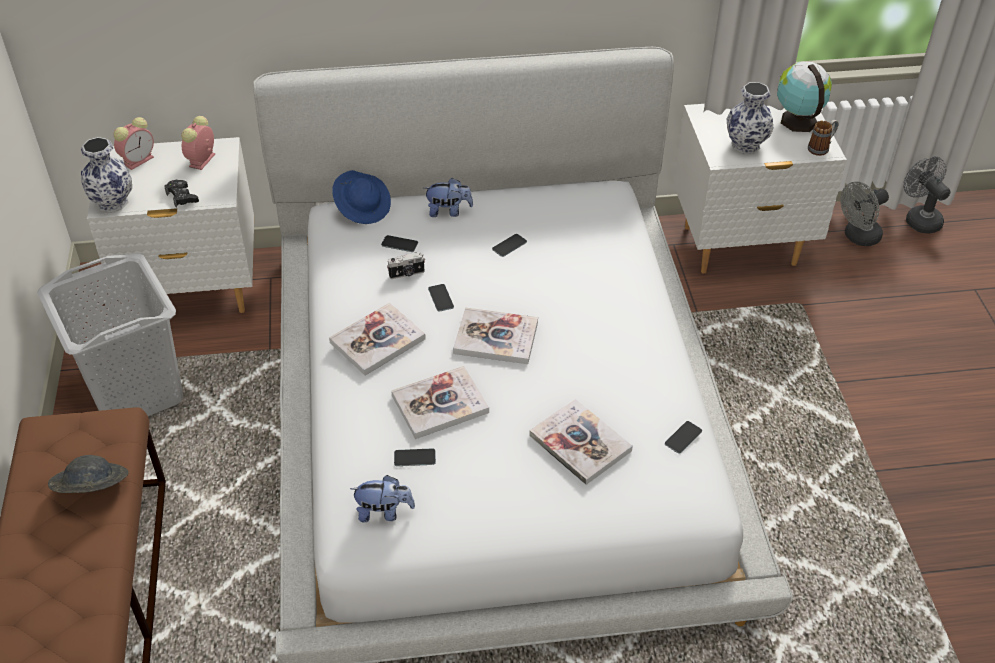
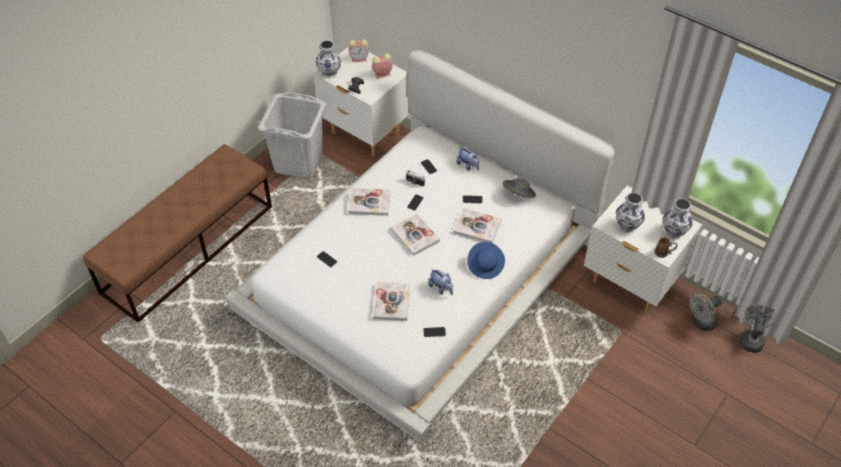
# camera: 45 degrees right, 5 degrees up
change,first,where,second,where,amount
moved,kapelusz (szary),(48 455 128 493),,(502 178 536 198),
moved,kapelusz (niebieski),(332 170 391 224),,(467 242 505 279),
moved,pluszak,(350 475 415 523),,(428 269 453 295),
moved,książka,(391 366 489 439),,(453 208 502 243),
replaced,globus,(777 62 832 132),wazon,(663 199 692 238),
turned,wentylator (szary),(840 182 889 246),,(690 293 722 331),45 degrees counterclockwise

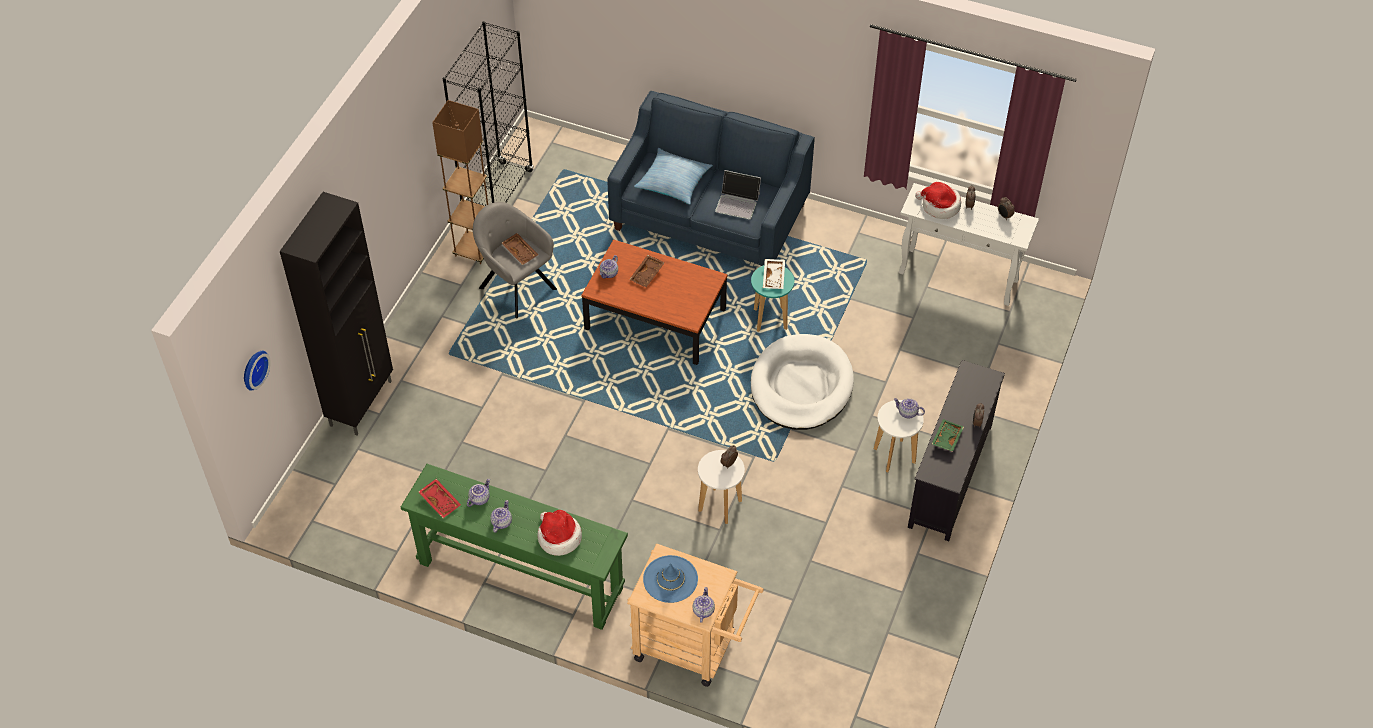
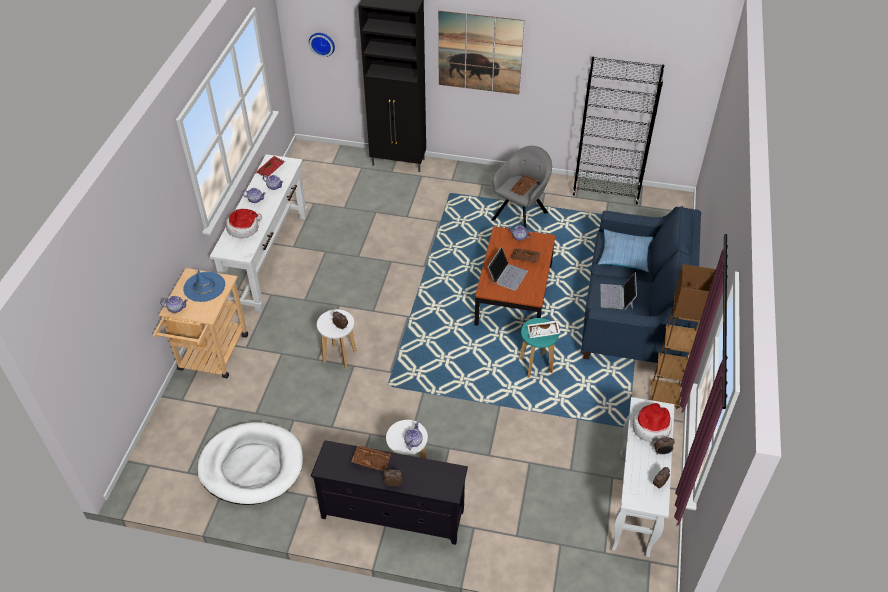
# camera: 80 degrees right, 5 degrees down
change,first,where,second,where,amount
added,,,obraz,(438 11 524 95),
added,,,laptop,(488 247 528 291),
moved,lampa stojąca (brązowy),(432 100 488 264),,(650 264 716 409),
moved,legowisko (biały),(751 334 854 430),,(197 422 303 505),
recoloured,stolik konsolowy (zielony),(401 464 628 630),stolik konsolowy (biały),(210 154 307 312),
recoloured,taca (zielony),(932 419 964 452),taca (brązowy),(351 445 391 471),

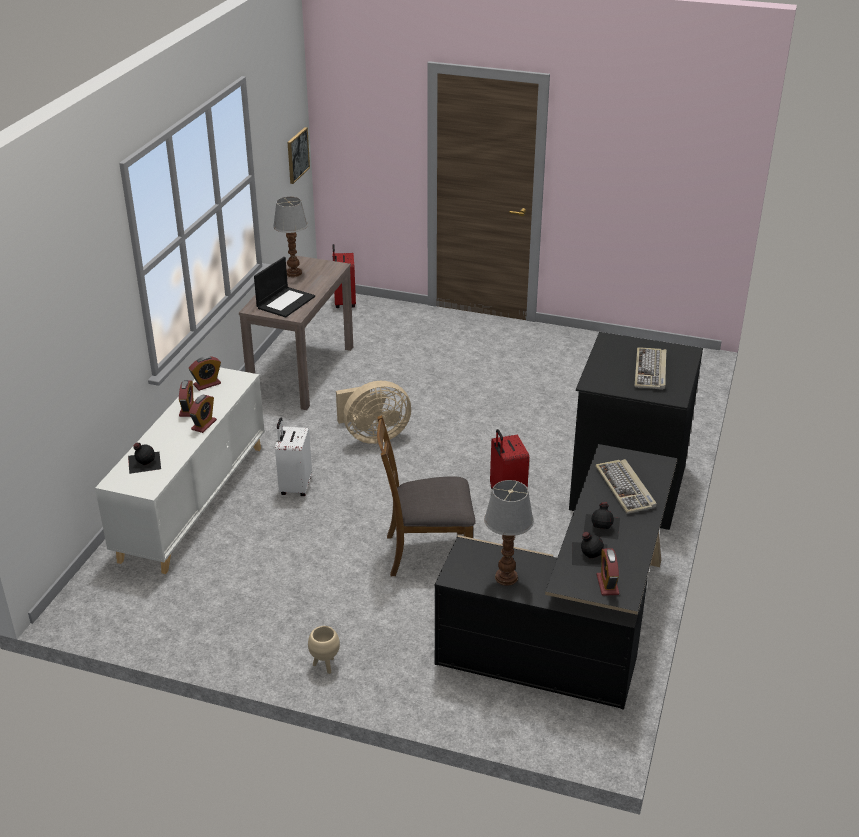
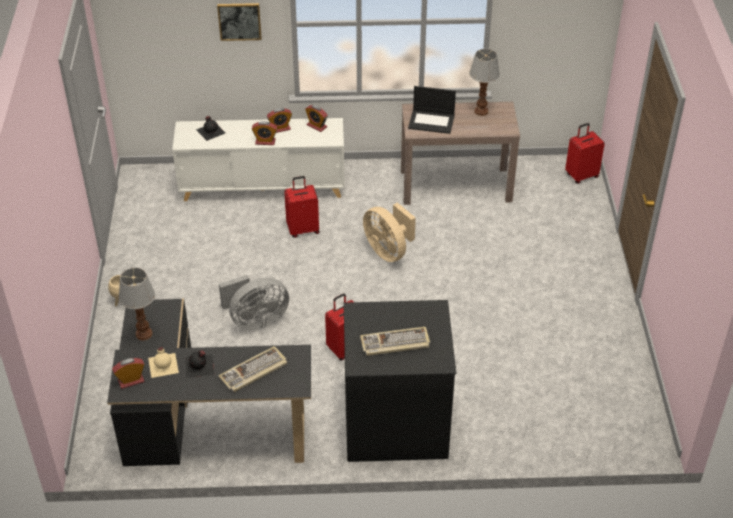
# camera: 70 degrees right, 10 degrees up
change,first,where,second,where,amount
moved,obraz,(287 127 310 184),,(217 3 262 41),
replaced,krzesło (brązowy),(377 415 476 576),wentylator (szary),(219 275 289 330),
recoloured,walizka (biały),(275 418 312 496),walizka (czerwony),(284 176 320 238),
recoloured,butelka (czarny),(572 532 608 567),butelka (beżowy),(148 348 179 378),

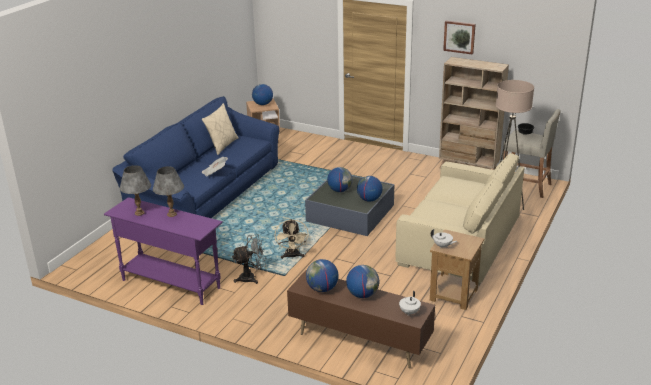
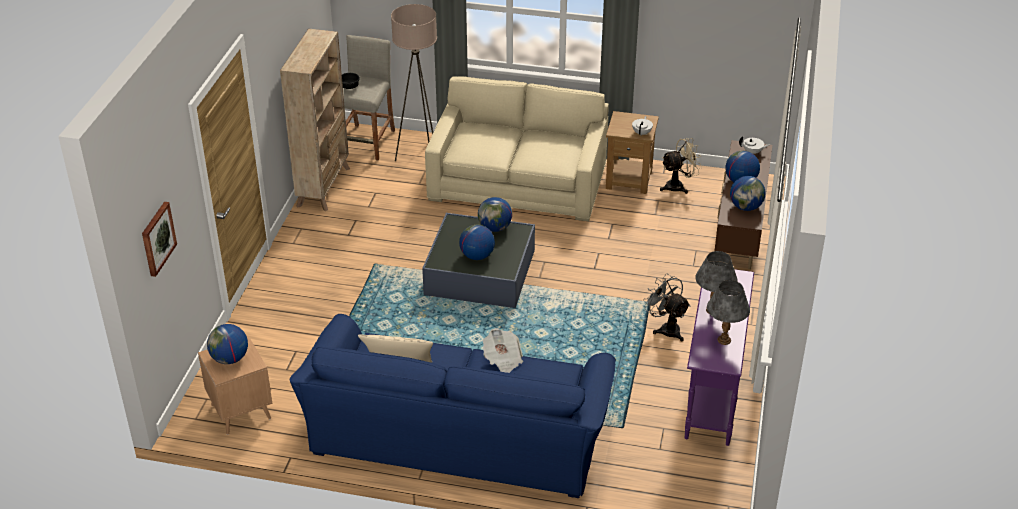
# camera: 105 degrees left, 10 degrees up
change,first,where,second,where,amount
moved,wentylator (beżowy),(275 219 309 259),,(660 138 702 194),
moved,obraz,(443 20 476 55),,(142 202 177 277),

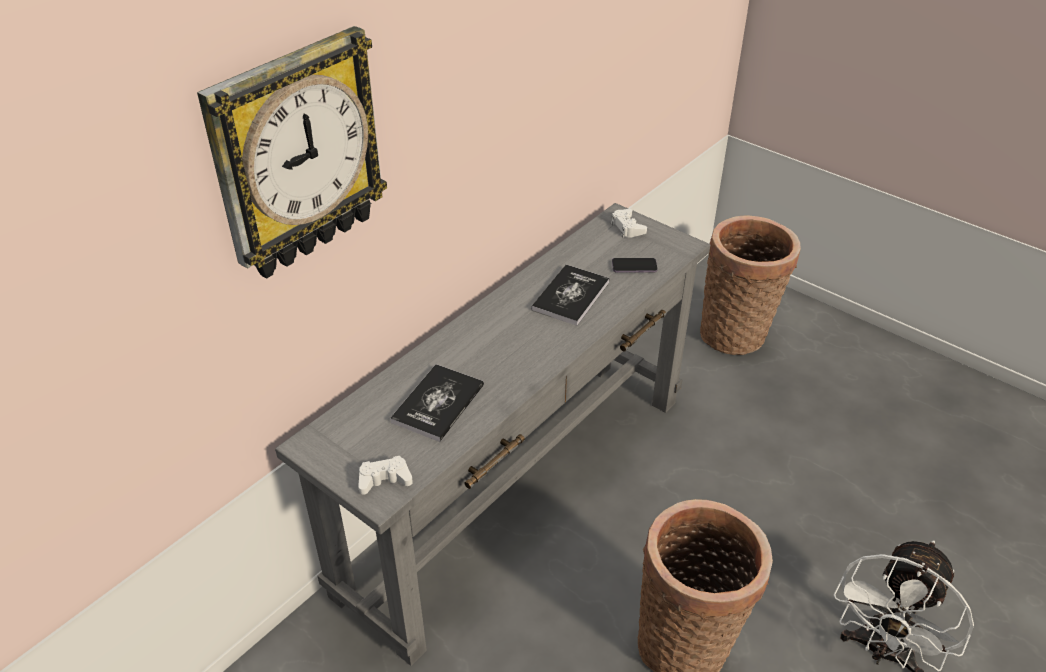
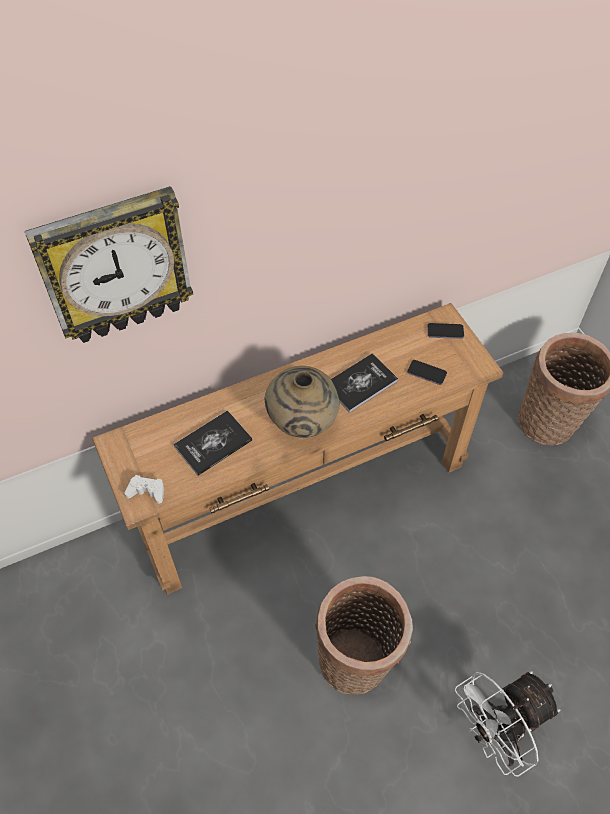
# camera: 25 degrees right, 15 degrees up
change,first,where,second,where,amount
added,,,wazon (beżowy),(265 366 340 438),
replaced,pad do gier (biały),(611 209 647 238),telefon,(427 323 464 339),
recoloured,stolik konsolowy (szary),(275 203 710 666),stolik konsolowy (brązowy),(92 303 504 594),

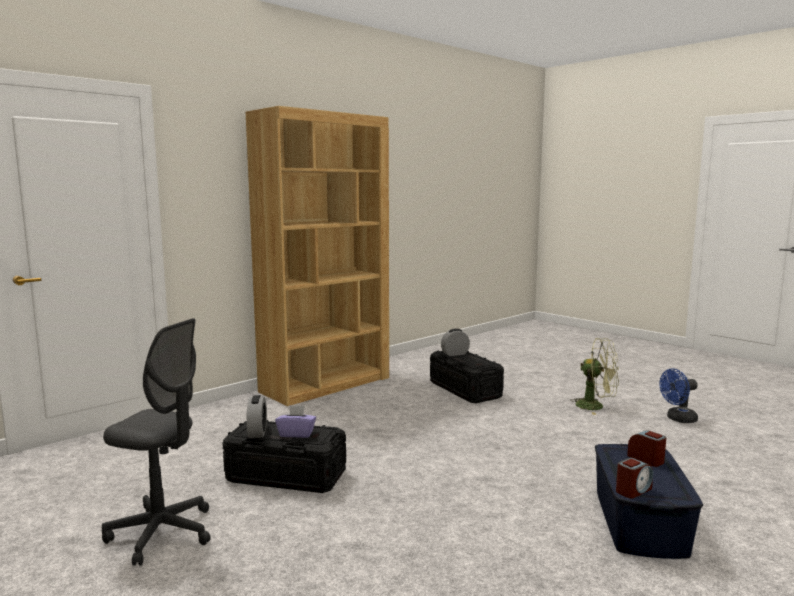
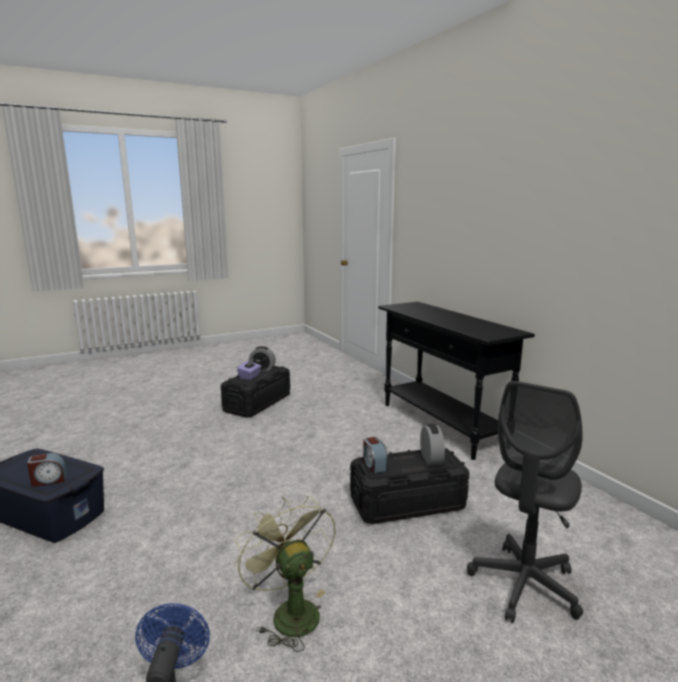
# camera: 105 degrees right, 5 degrees up
change,first,where,second,where,amount
moved,krzesło biurowe (szary),(102 318 211 566),,(467 381 583 623),
moved,budzik,(616 458 653 499),,(363 437 388 474),
replaced,regał (brązowy),(245 106 389 406),stolik konsolowy (czarny),(378 302 535 460),
turned,wentylator (zielony),(570 338 619 415),,(235 495 335 652),105 degrees clockwise

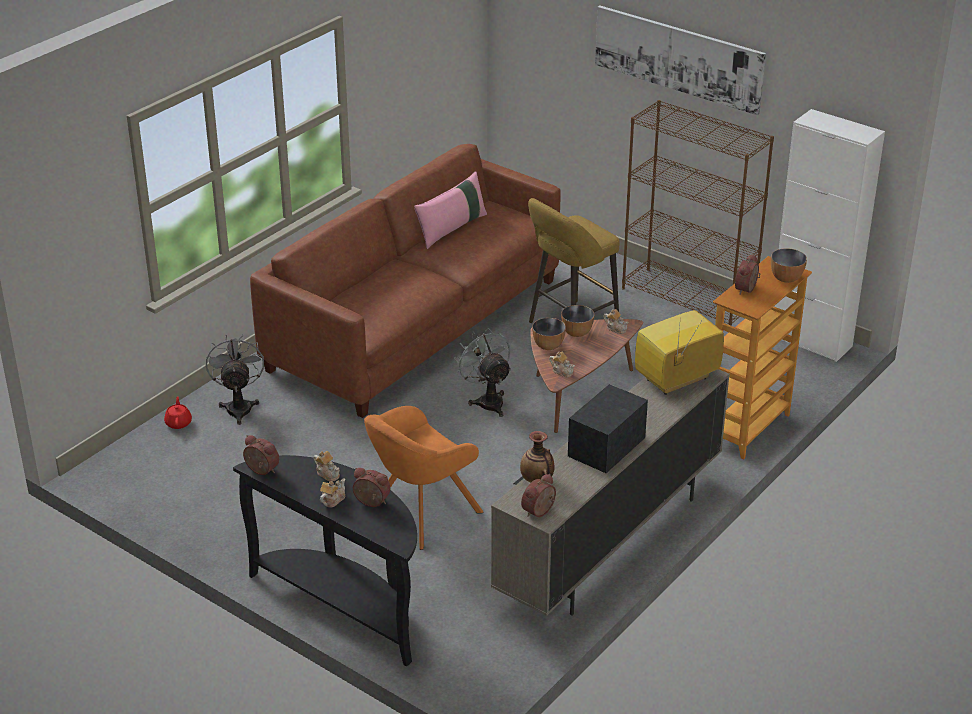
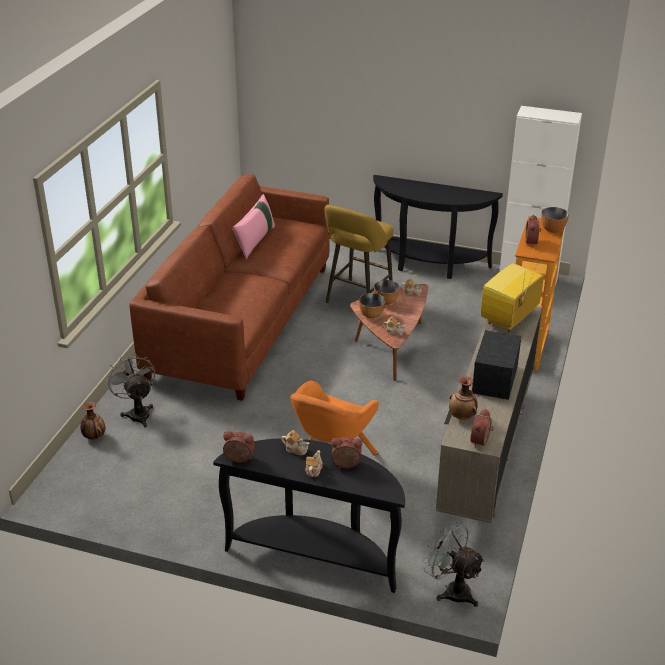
# camera: 20 degrees left, 0 degrees up
change,first,where,second,where,amount
removed,obraz,(595 6 766 115),,,
moved,wentylator (szary),(454 328 511 417),,(422 521 485 607),
replaced,imbryk (czerwony),(164 396 192 429),wazon,(80 402 106 439),
replaced,regał (brązowy),(622 100 774 326),stolik konsolowy (czarny),(373 175 503 279),

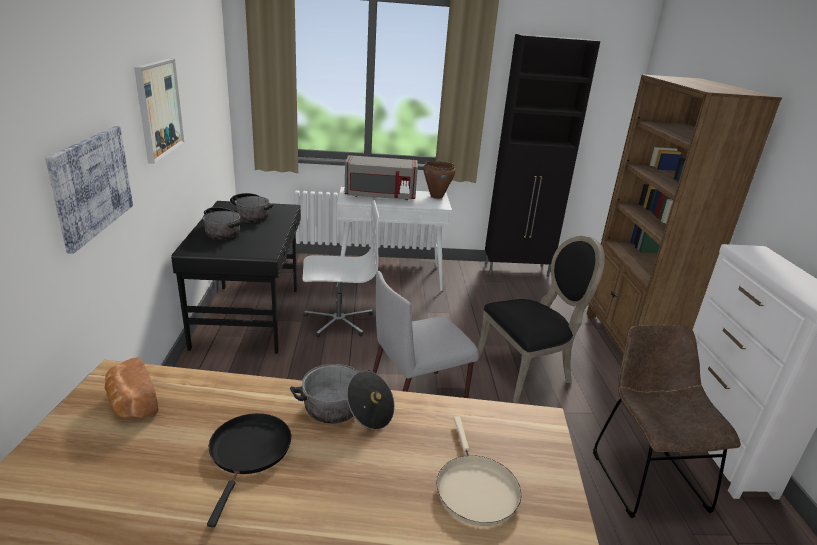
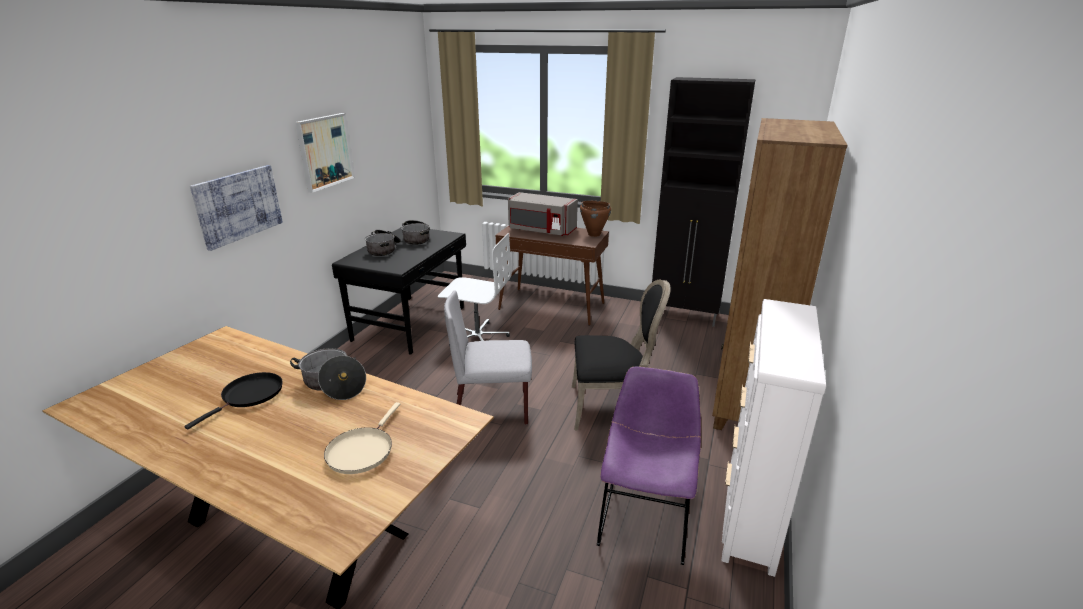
# camera: 25 degrees right, 0 degrees up
change,first,where,second,where,amount
removed,chleb,(105 357 159 419),,,
recoloured,stolik konsolowy (biały),(337 187 452 291),stolik konsolowy (brązowy),(496 226 609 326),
recoloured,krzesło (brązowy),(593 325 741 518),krzesło (fioletowy),(597 366 701 565),

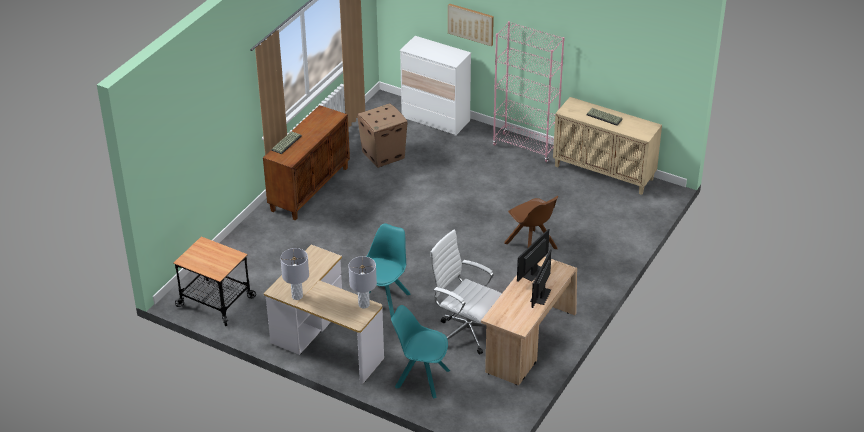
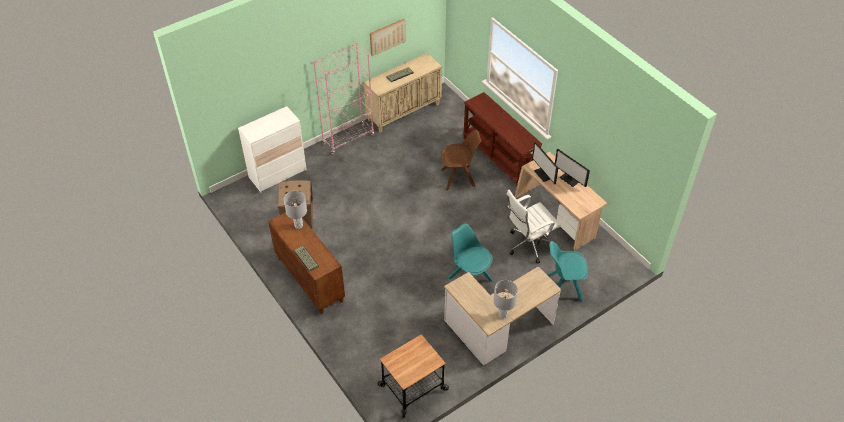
# camera: 65 degrees left, 10 degrees up
change,first,where,second,where,amount
added,,,stolik konsolowy (brązowy),(463 92 542 184),
moved,lampa stołowa (szary),(348 256 377 309),,(284 191 307 229),
moved,obraz,(448 3 494 46),,(370 19 406 56),
turned,krzesło (turkusowy),(391 305 450 399),,(547 241 588 301),45 degrees clockwise

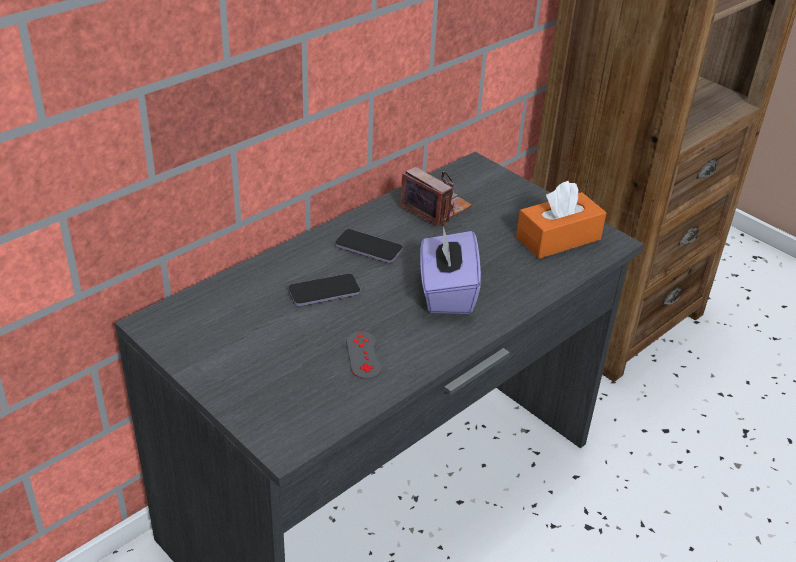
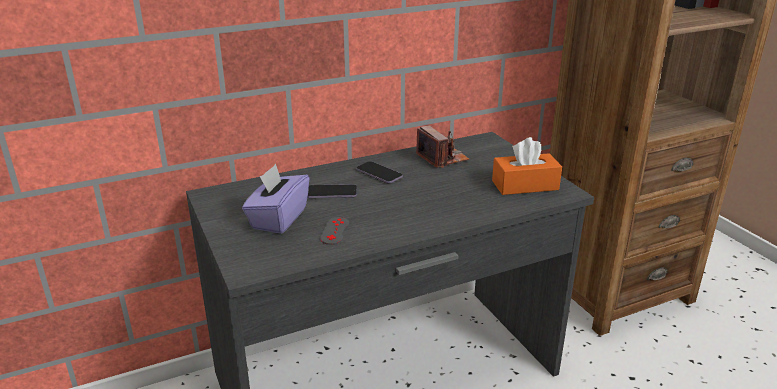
# camera: 20 degrees right, 10 degrees down
change,first,where,second,where,amount
moved,pudełko chusteczek (fioletowy),(420 226 481 314),,(242 164 309 234),

